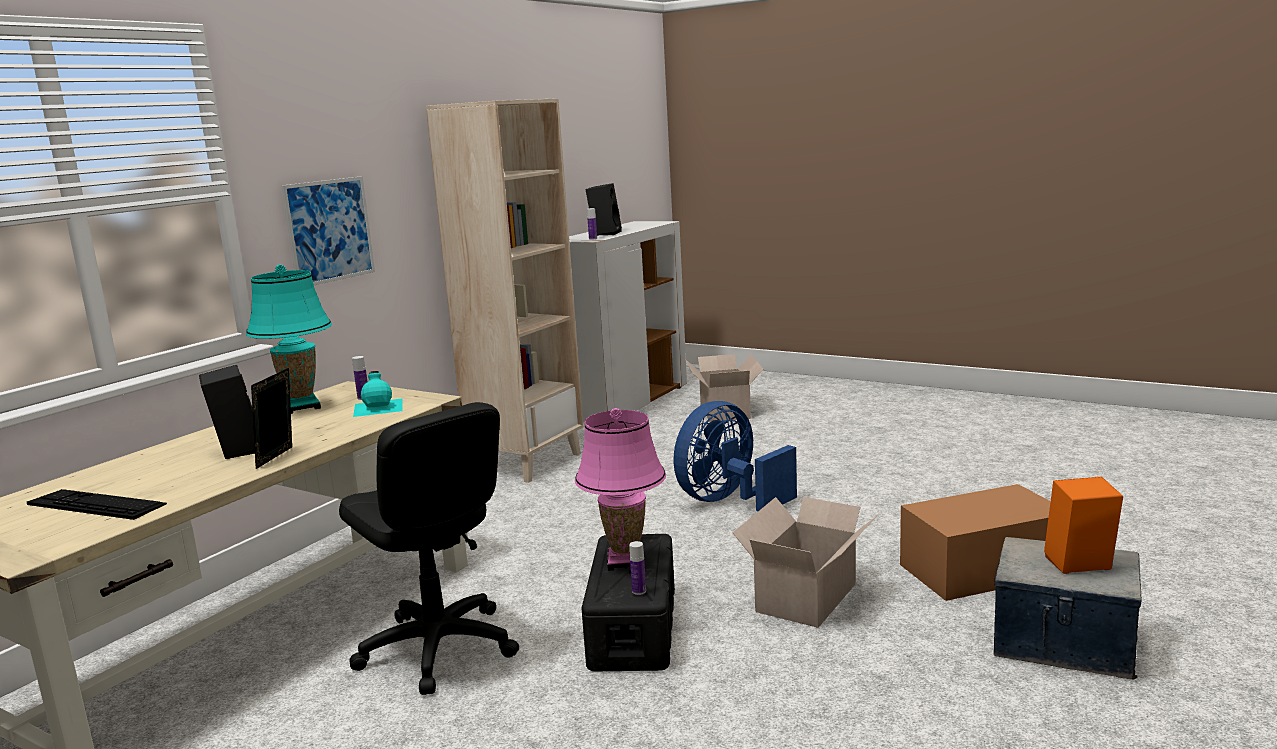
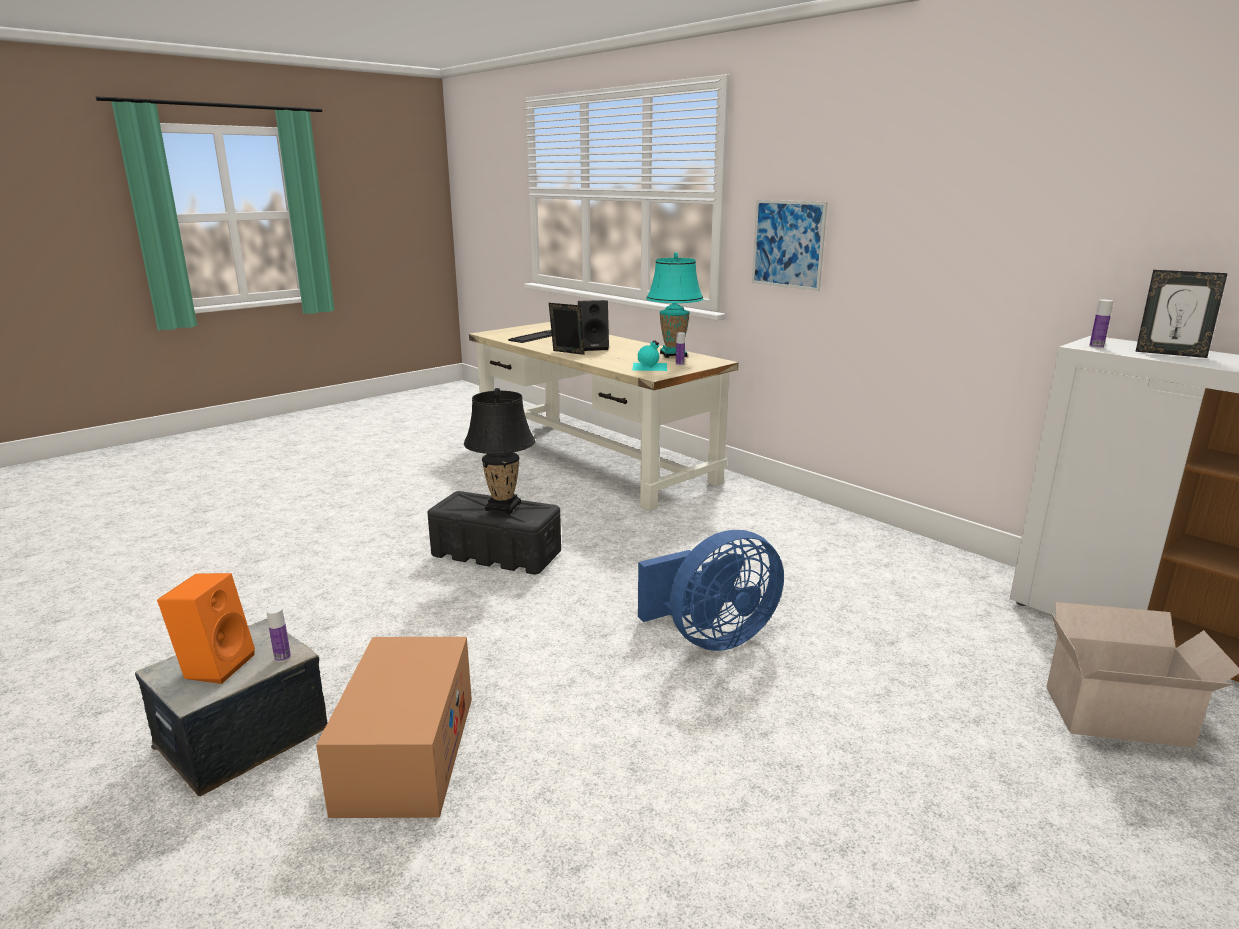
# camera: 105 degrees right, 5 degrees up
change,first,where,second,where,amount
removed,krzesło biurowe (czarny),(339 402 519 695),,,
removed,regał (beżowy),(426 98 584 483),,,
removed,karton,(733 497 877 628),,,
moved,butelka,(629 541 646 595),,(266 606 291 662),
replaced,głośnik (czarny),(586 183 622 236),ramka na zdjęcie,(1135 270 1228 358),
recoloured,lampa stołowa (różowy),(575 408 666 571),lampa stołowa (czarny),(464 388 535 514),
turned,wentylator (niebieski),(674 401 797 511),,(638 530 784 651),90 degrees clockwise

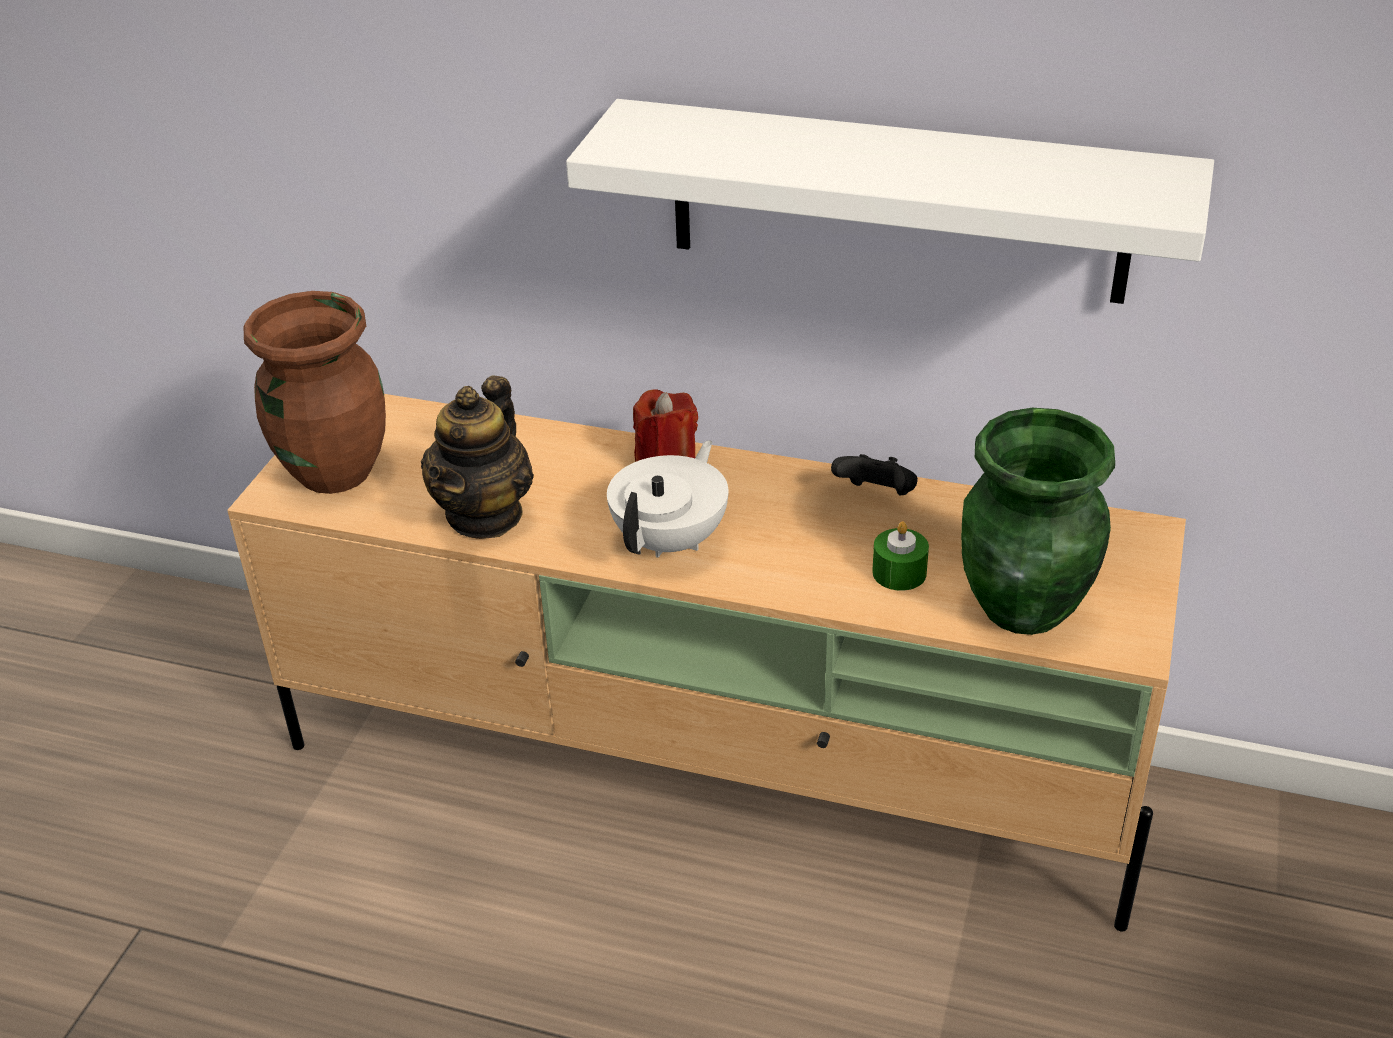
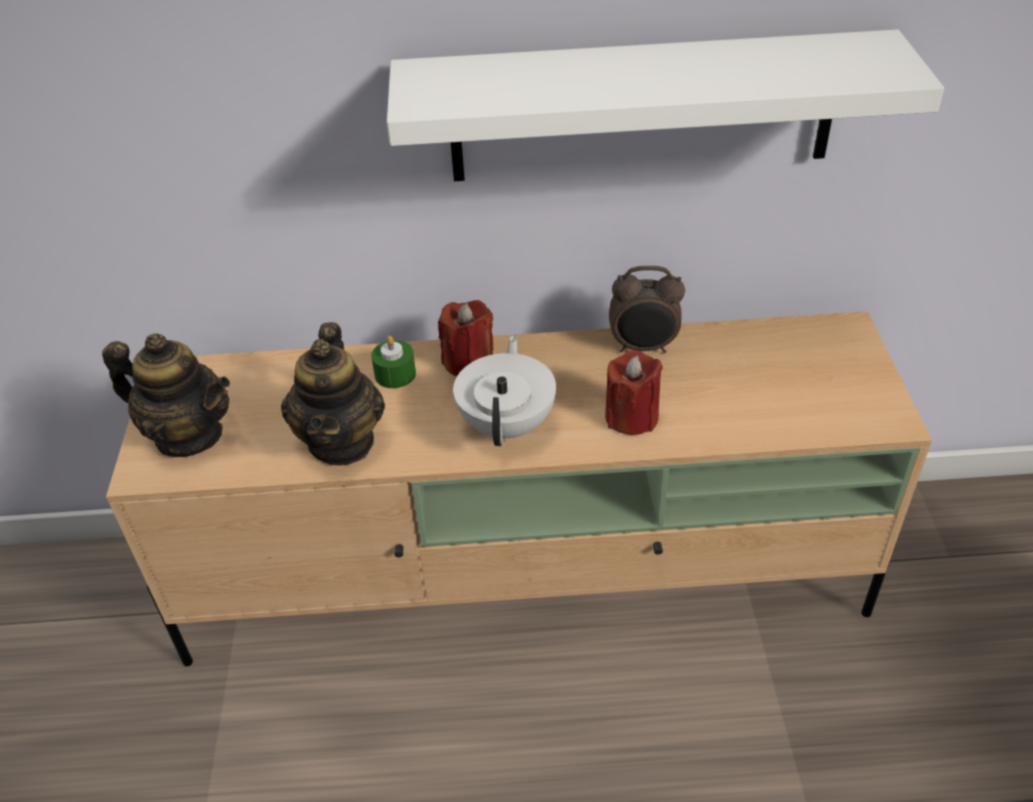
# camera: 20 degrees left, 5 degrees up
change,first,where,second,where,amount
removed,wazon (zielony),(961 408 1115 635),,,
added,,,świeca (czerwony),(605 350 663 435),
moved,świeca (zielony),(872 521 929 591),,(371 336 416 388),
replaced,wazon (brązowy),(244 291 386 494),imbryk,(102 333 230 457),
replaced,pad do gier (czarny),(831 454 918 495),budzik,(609 266 685 353),

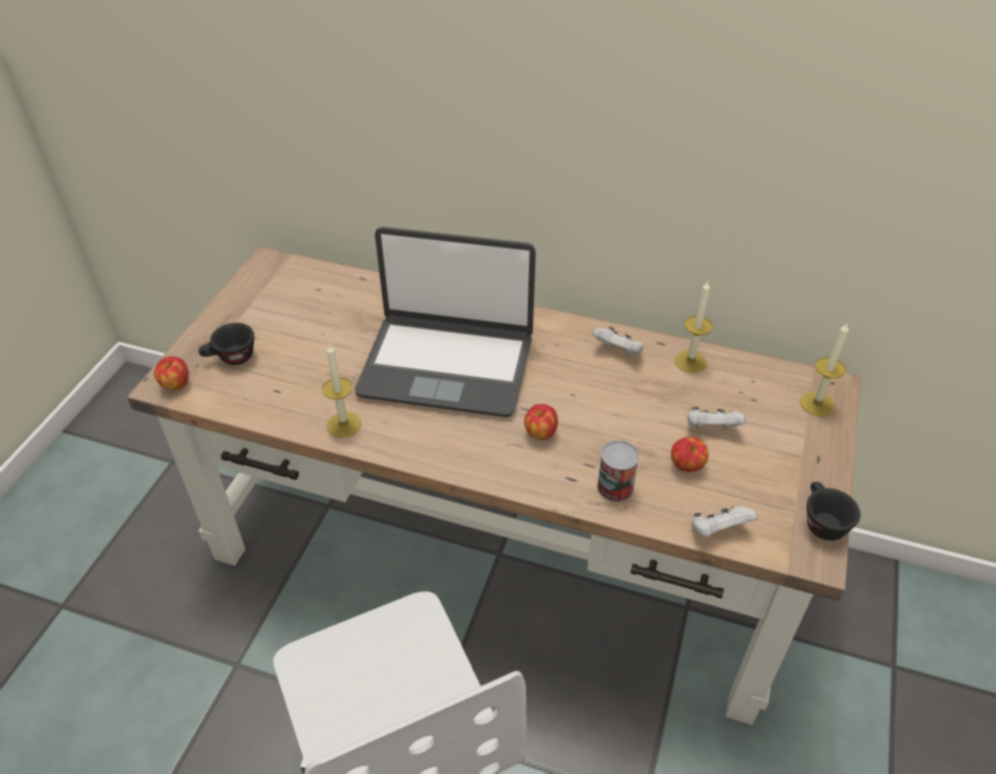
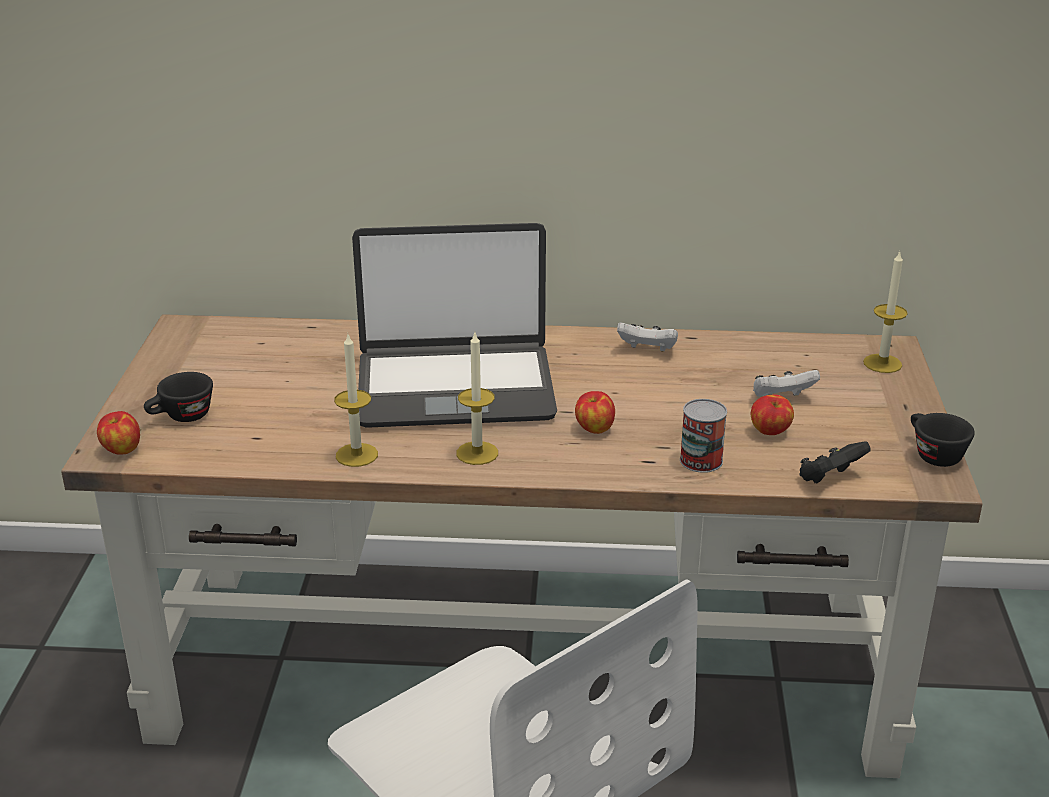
# camera: 15 degrees left, 15 degrees down
change,first,where,second,where,amount
moved,świeca,(675 281 713 373),,(456 333 498 465),
recoloured,pad do gier (biały),(691 506 757 537),pad do gier (czarny),(799 441 871 483),

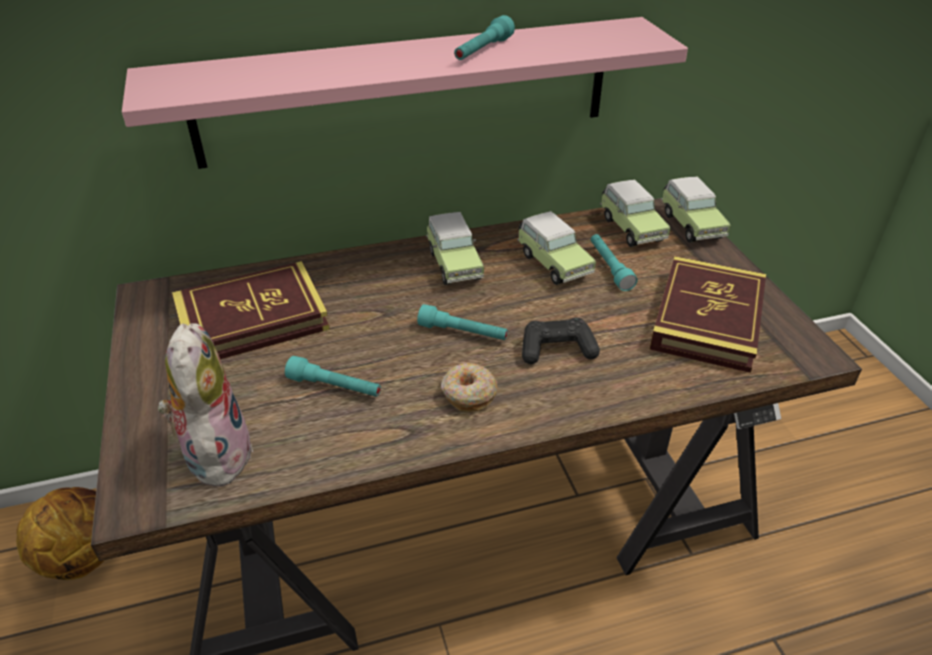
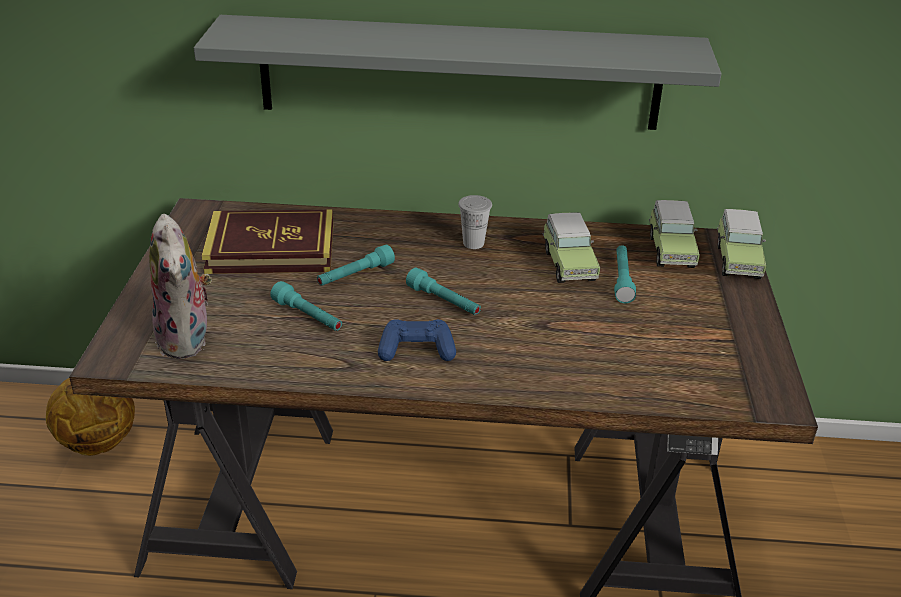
# camera: 20 degrees right, 5 degrees down
change,first,where,second,where,amount
removed,pad do gier (czarny),(522 318 600 364),,,
removed,książka,(650 256 766 373),,,
moved,latarka (turkusowy),(454 15 515 60),,(317 245 395 286),
replaced,samochodzik,(426 212 484 285),filiżanka (biały),(458 195 492 249),
replaced,donut,(441 363 497 412),pad do gier (niebieski),(378 319 456 361),
recoloured,półka (różowy),(122 17 688 169),półka (szary),(194 15 721 130),
turned,pluszak,(157 323 253 487),,(149 214 212 359),150 degrees clockwise

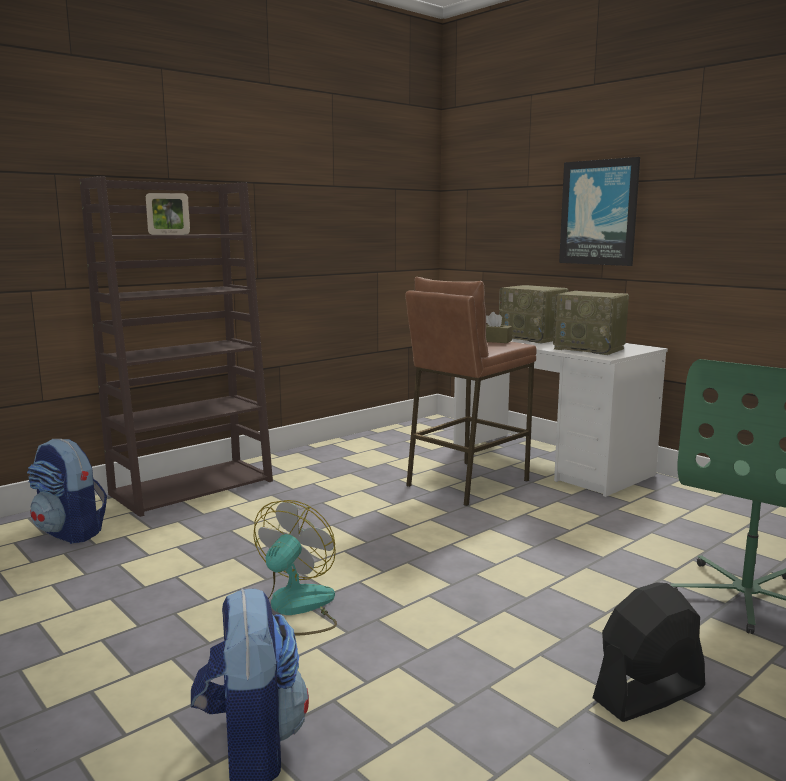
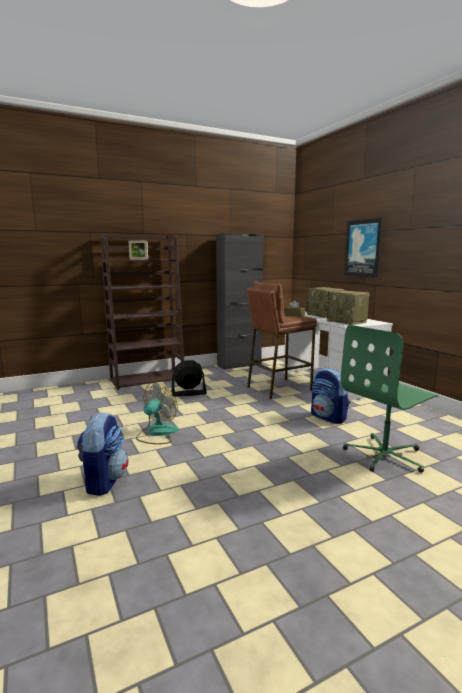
# camera: 15 degrees right, 0 degrees up
change,first,where,second,where,amount
added,,,szafka (czarny),(216 233 264 370),
moved,plecak,(27 439 107 544),,(311 368 349 424),
moved,wentylator (czarny),(592 582 705 722),,(171 360 207 397),

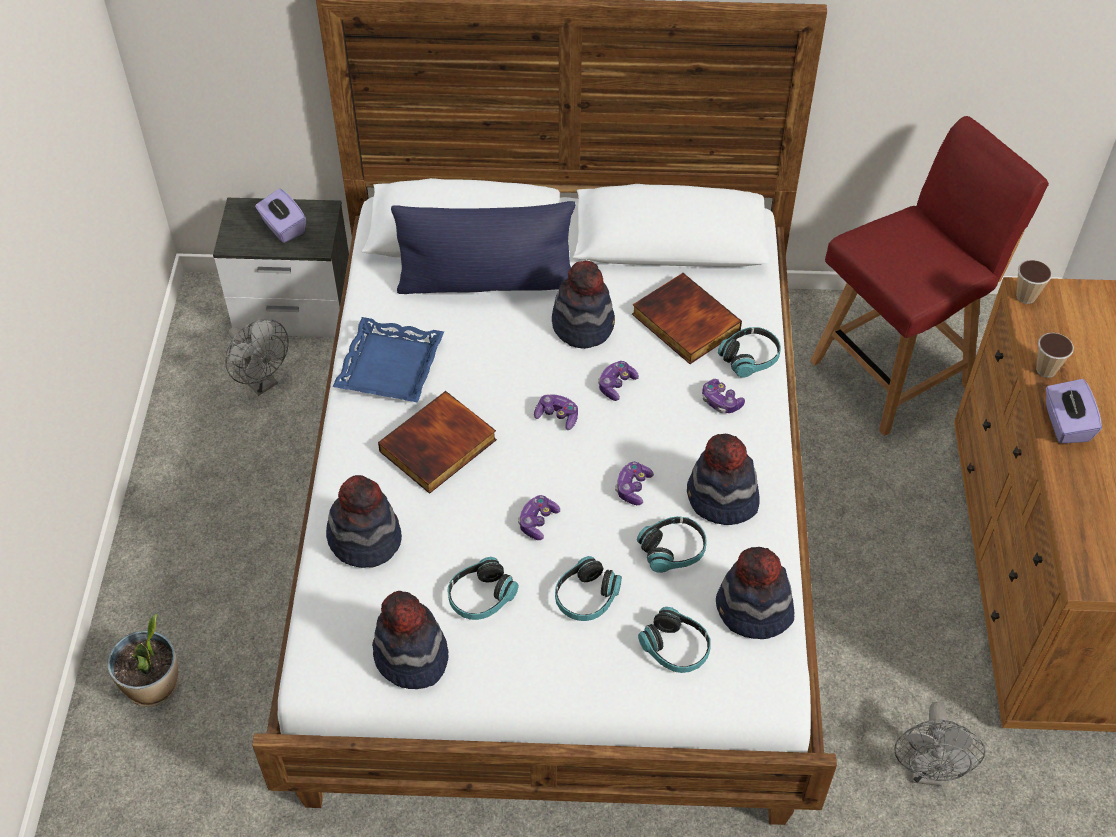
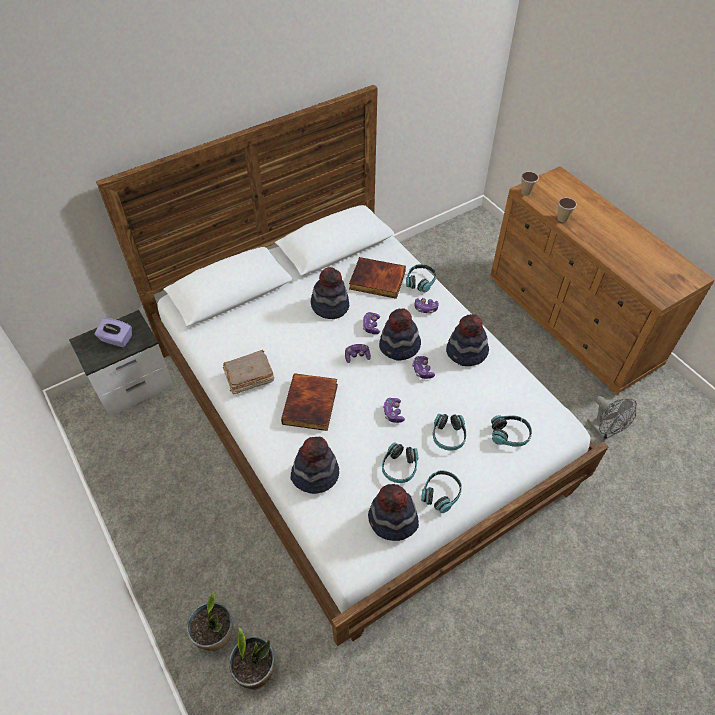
# camera: 35 degrees left, 0 degrees up
change,first,where,second,where,amount
removed,wentylator (szary),(225 319 289 396),,,
removed,poduszka (niebieski),(391 201 576 294),,,
removed,krzesło (czerwony),(810 116 1049 436),,,
removed,pudełko chusteczek (fioletowy),(1046 379 1102 444),,,
added,,,roślina doniczkowa,(229 627 275 690),
moved,słuchawki,(637 516 707 573),,(421 471 462 513),
moved,kapelusz,(716 547 794 639),,(379 308 421 360),
replaced,taca (niebieski),(333 317 444 403),książka (brązowy),(223 350 274 394),

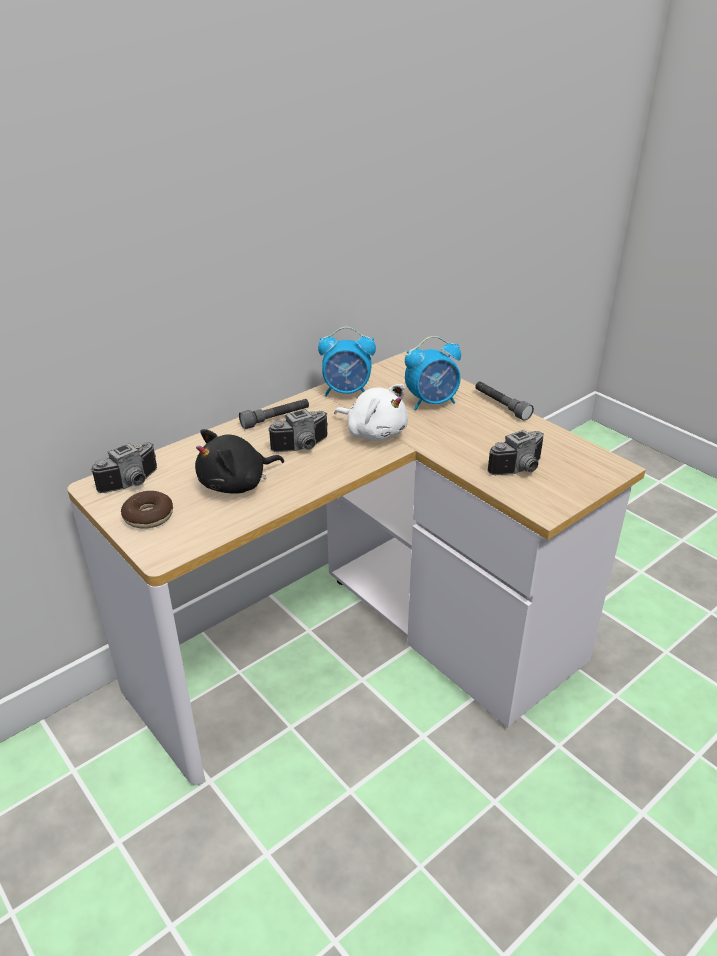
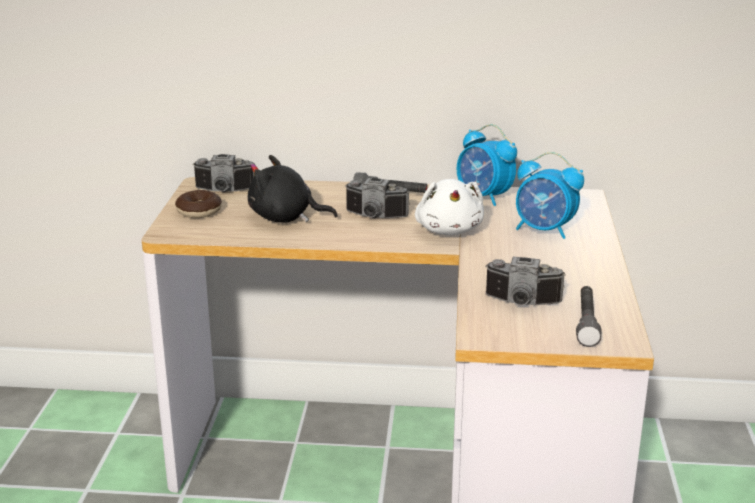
# camera: 45 degrees right, 10 degrees down
change,first,where,second,where,amount
moved,latarka (szary),(476 382 534 421),,(576 286 601 347),

